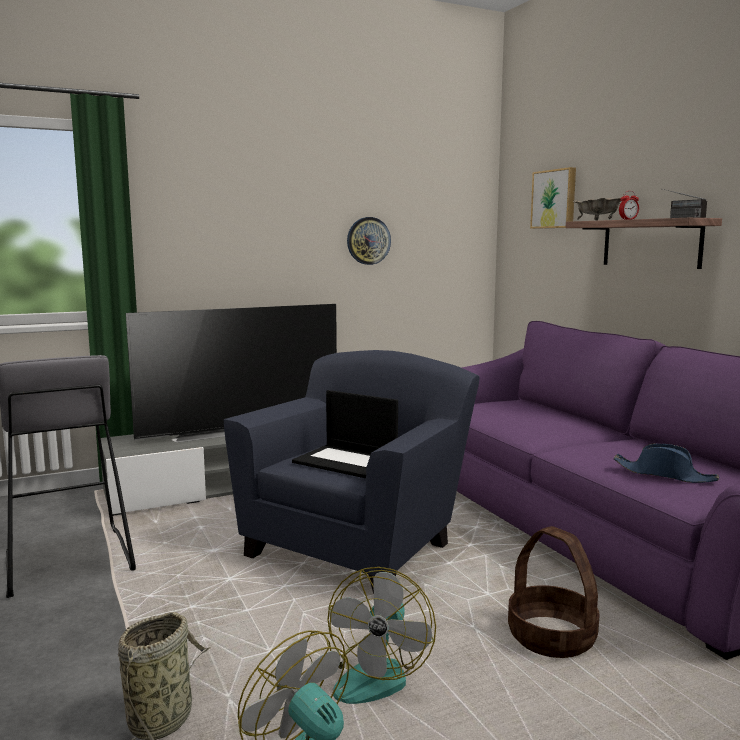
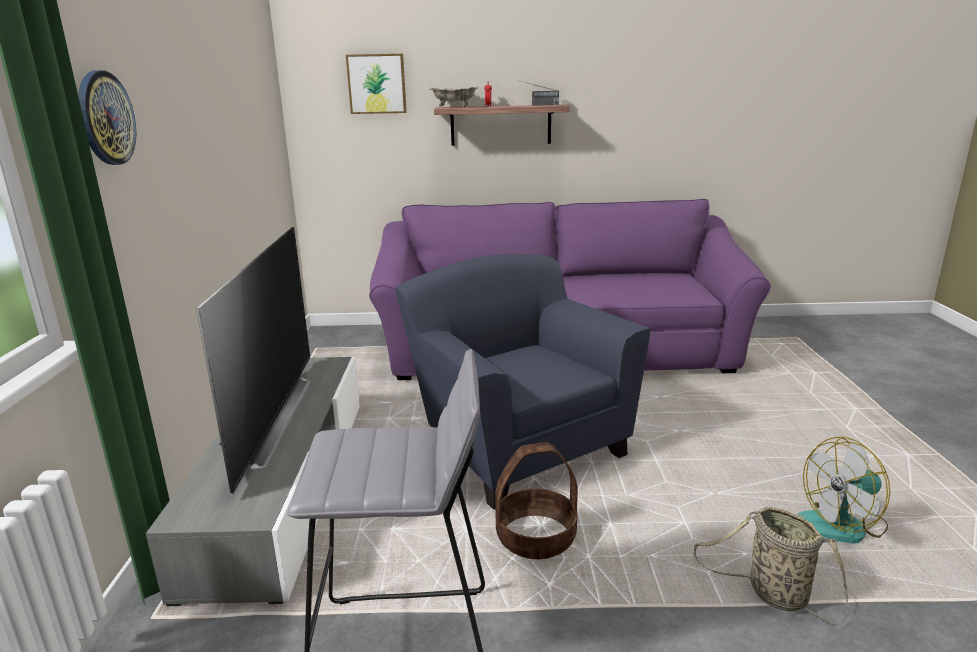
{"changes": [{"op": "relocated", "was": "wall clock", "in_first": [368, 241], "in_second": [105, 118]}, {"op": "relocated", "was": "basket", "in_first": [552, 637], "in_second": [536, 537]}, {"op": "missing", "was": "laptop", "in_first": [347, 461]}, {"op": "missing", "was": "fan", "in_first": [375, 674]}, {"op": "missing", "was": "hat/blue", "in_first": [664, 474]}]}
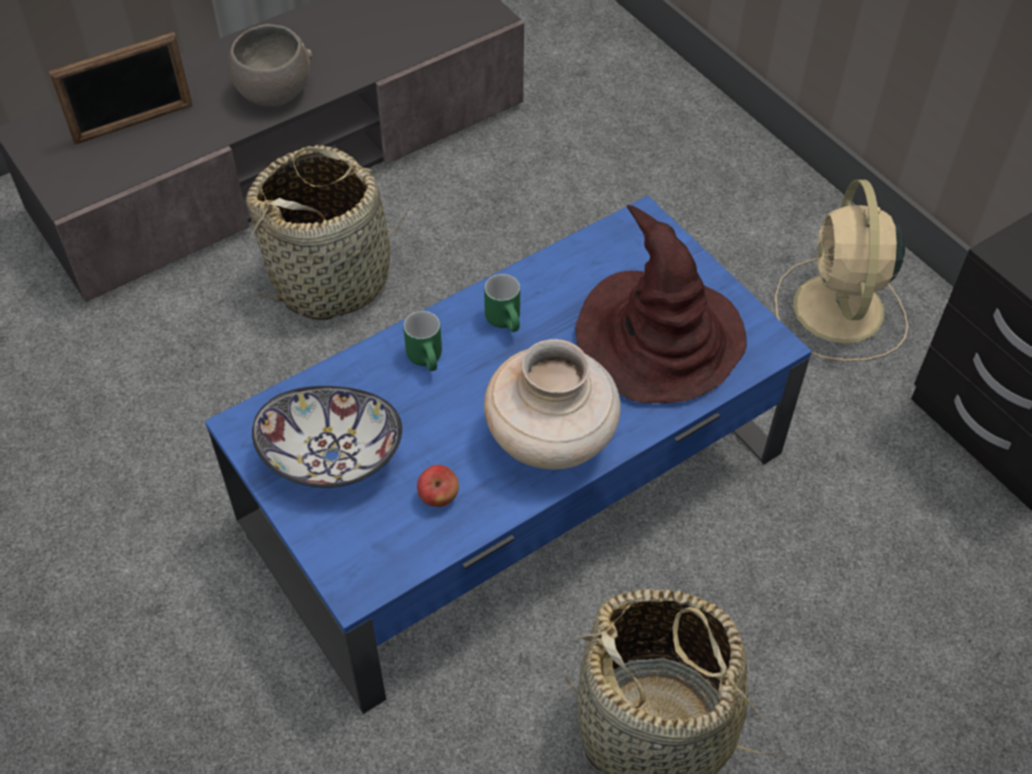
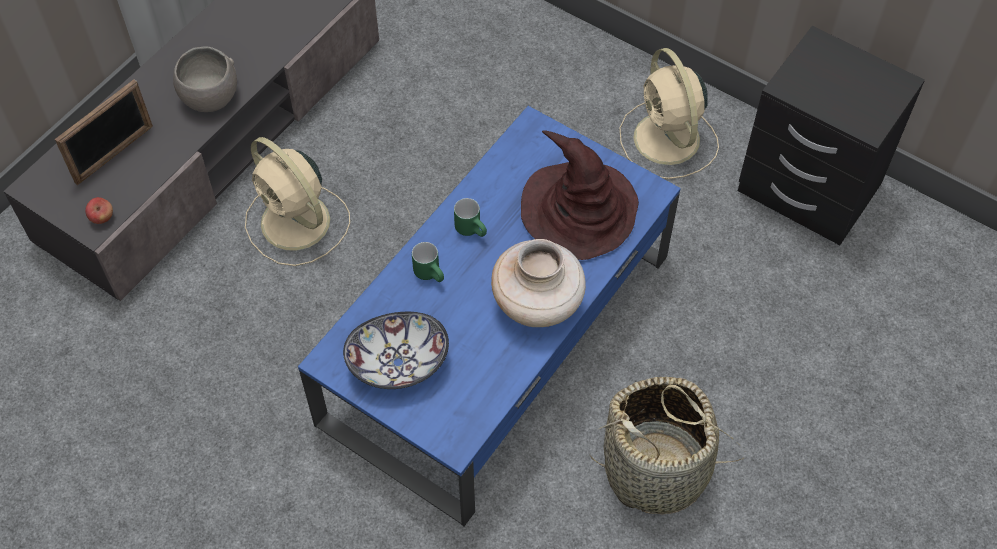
{"changes": [{"op": "relocated", "was": "apple", "in_first": [438, 497], "in_second": [102, 218]}, {"op": "exchanged", "was": "basket", "now": "fan/beige", "in_first": [332, 277], "in_second": [297, 224]}]}
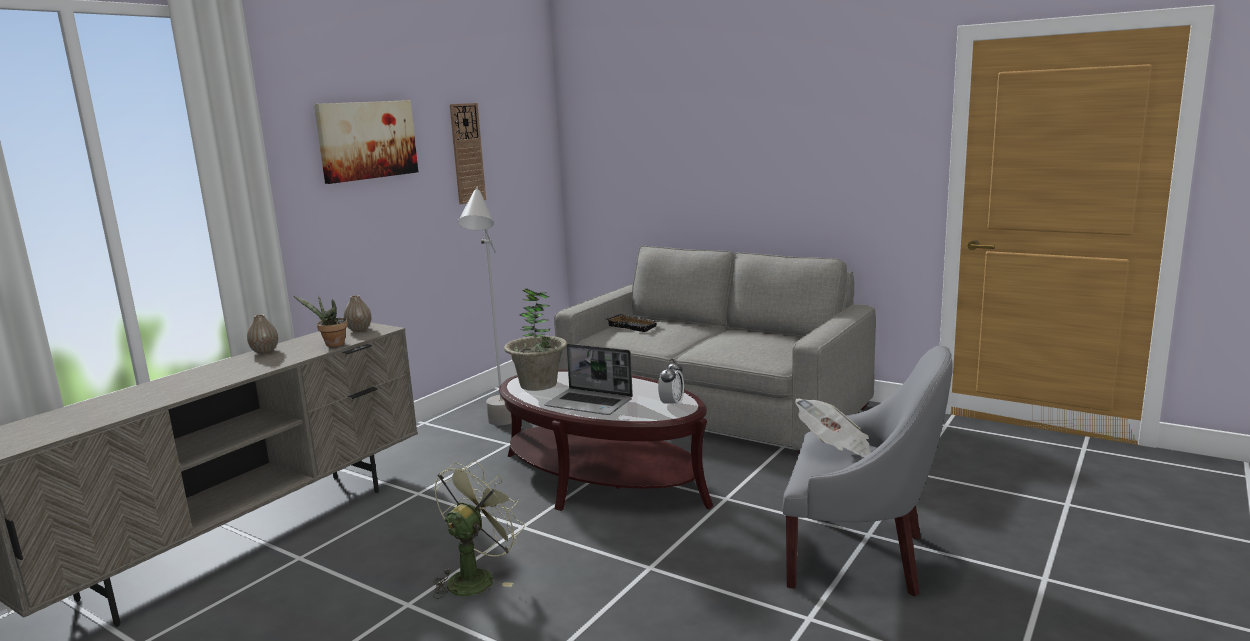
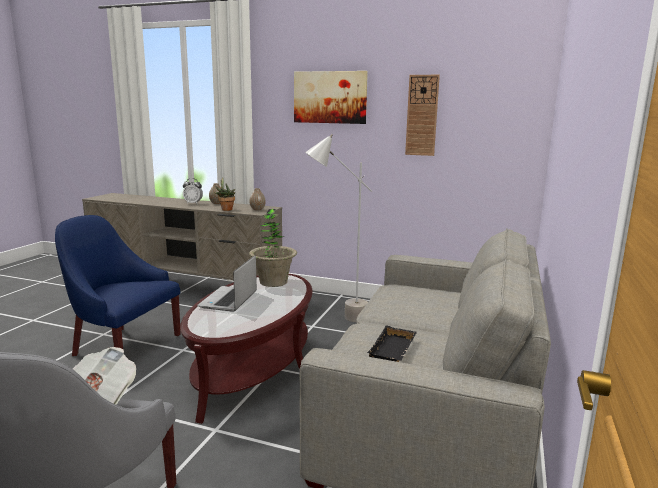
{"changes": [{"op": "exchanged", "was": "fan/green", "now": "armchair/blue", "in_first": [476, 577], "in_second": [123, 346]}, {"op": "relocated", "was": "alarm clock", "in_first": [671, 404], "in_second": [193, 203]}, {"op": "relocated", "was": "tray/black", "in_first": [634, 326], "in_second": [394, 350]}]}
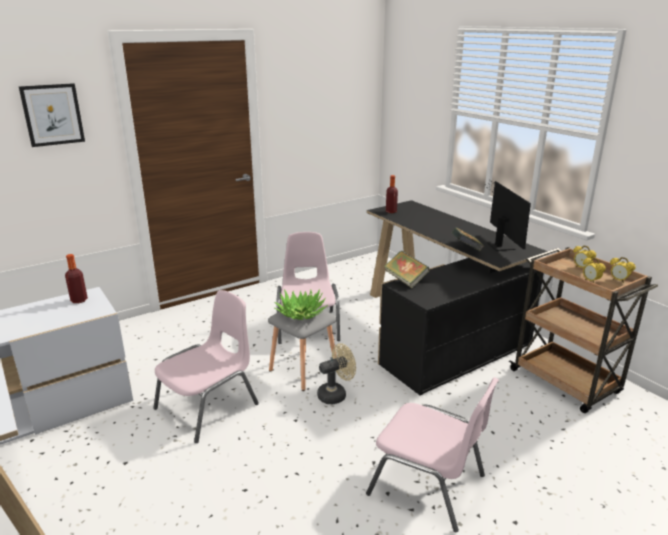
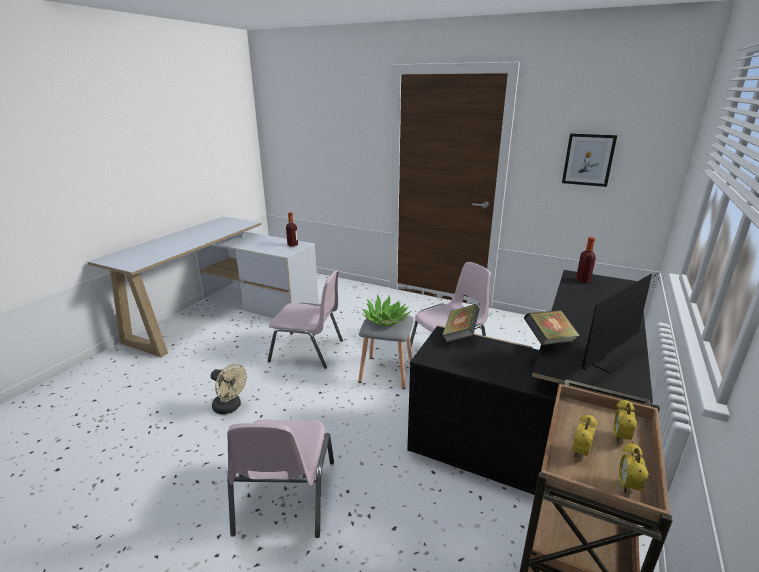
{"changes": [{"op": "relocated", "was": "fan/beige", "in_first": [336, 394], "in_second": [230, 407]}, {"op": "relocated", "was": "picture", "in_first": [52, 114], "in_second": [588, 159]}]}
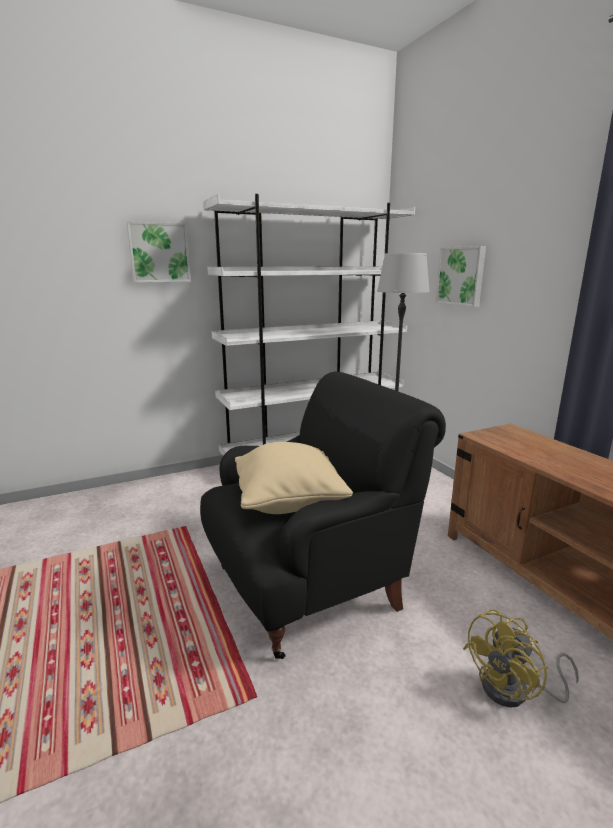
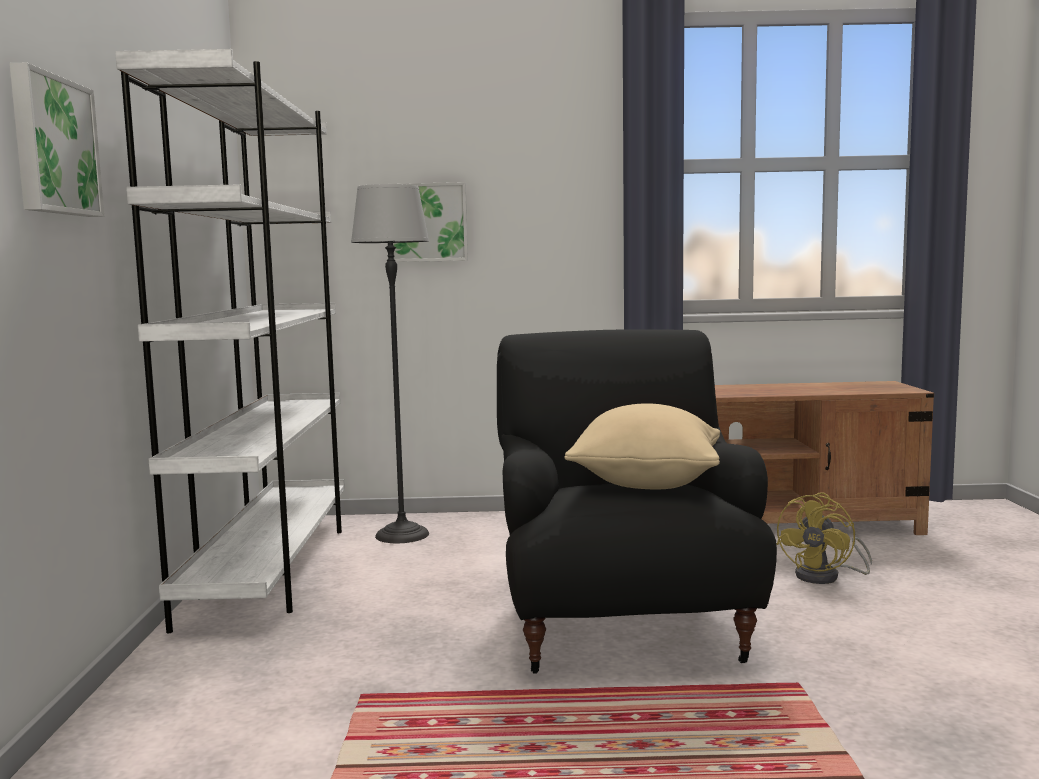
{"changes": [{"op": "spun", "was": "fan/yellow", "in_first": [514, 691], "in_second": [826, 577], "clockwise": 45}]}
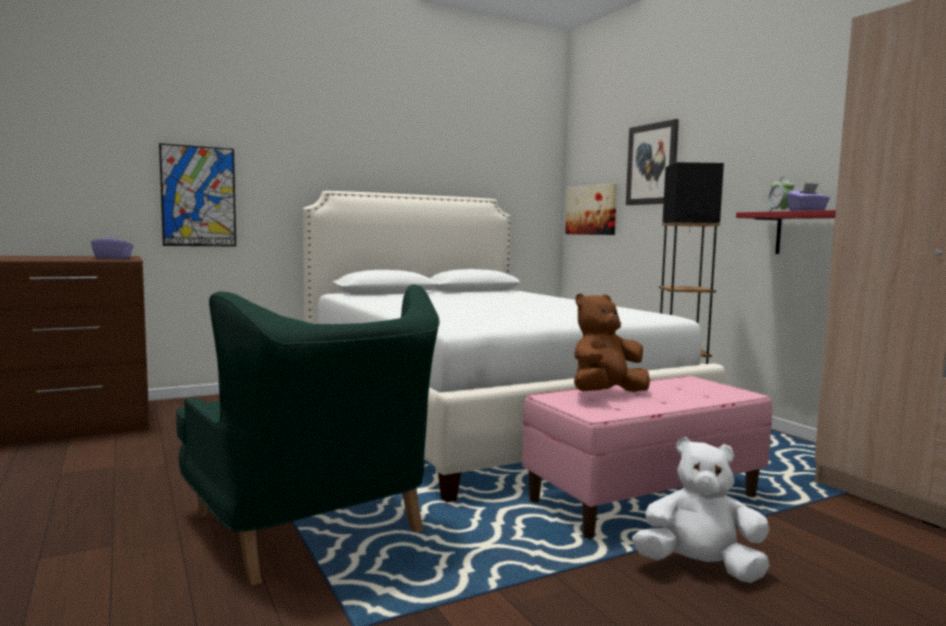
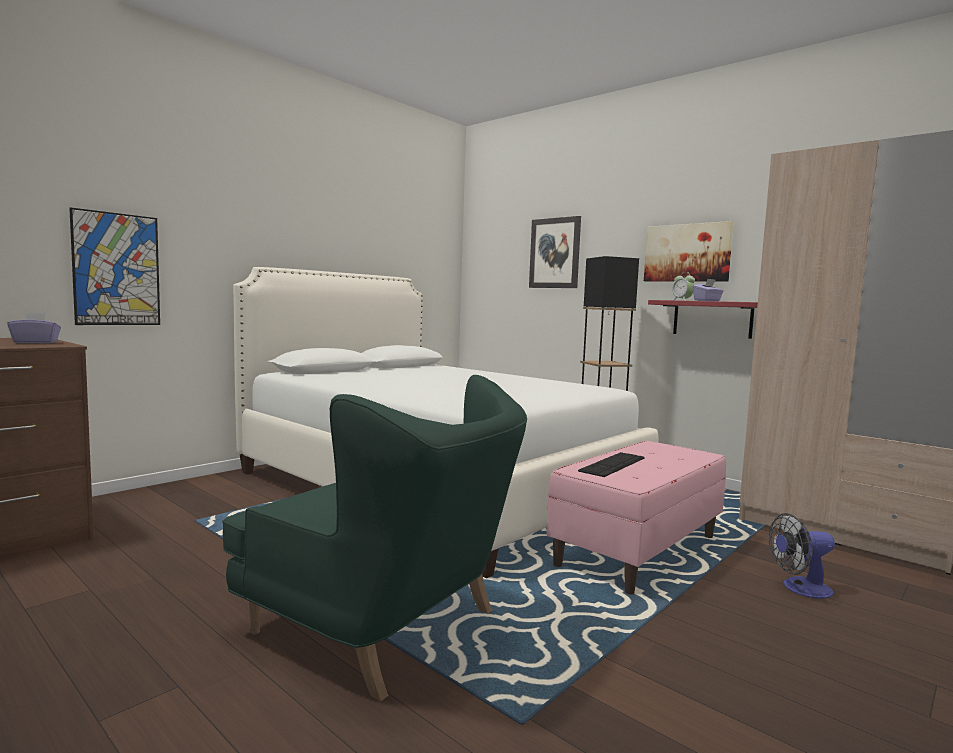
{"changes": [{"op": "exchanged", "was": "plush toy/brown", "now": "keyboard", "in_first": [605, 394], "in_second": [612, 464]}, {"op": "relocated", "was": "picture", "in_first": [591, 210], "in_second": [687, 253]}, {"op": "appeared", "now": "fan", "in_second": [800, 588]}, {"op": "missing", "was": "plush toy/white", "in_first": [699, 568]}]}
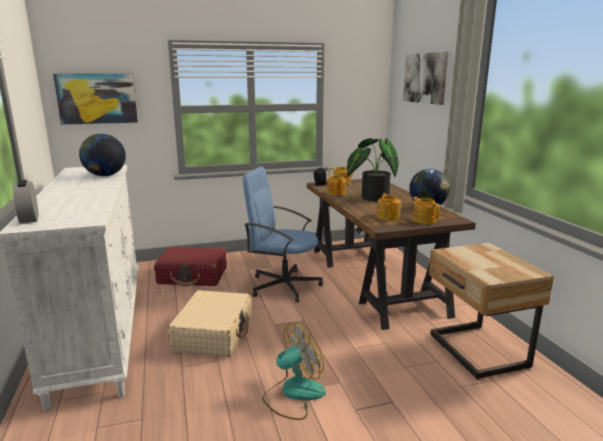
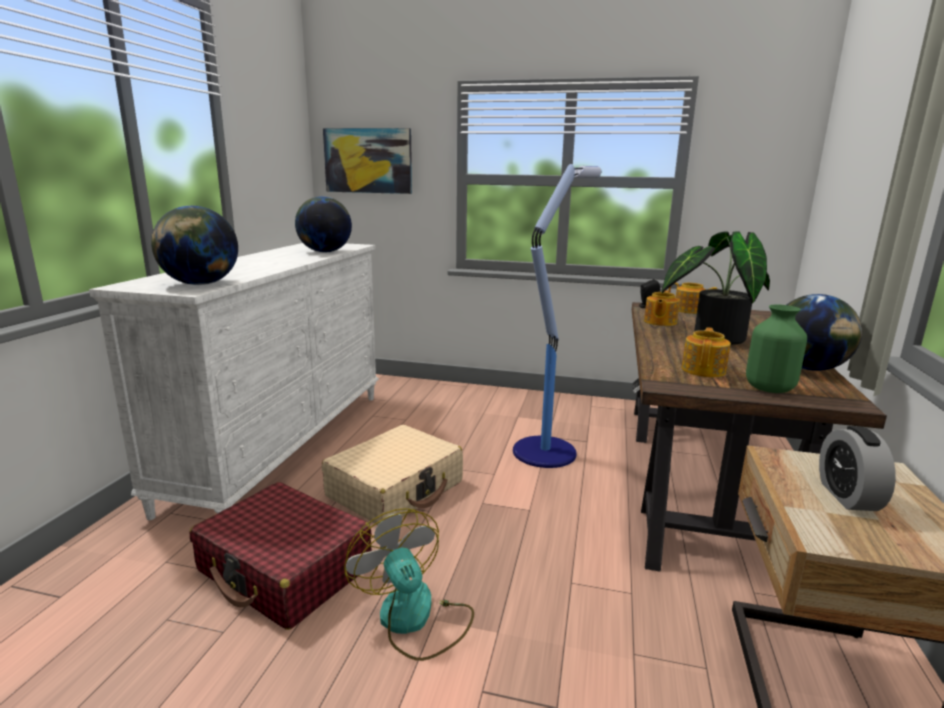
{"changes": [{"op": "appeared", "now": "globe", "in_second": [200, 284]}, {"op": "relocated", "was": "suitcase/red", "in_first": [193, 275], "in_second": [285, 569]}, {"op": "spun", "was": "fan", "in_first": [293, 394], "in_second": [414, 619], "clockwise": -120}, {"op": "exchanged", "was": "office chair/blue", "now": "floor lamp", "in_first": [283, 285], "in_second": [546, 451]}, {"op": "exchanged", "was": "teapot", "now": "vase/green", "in_first": [424, 220], "in_second": [770, 389]}, {"op": "relocated", "was": "alarm clock", "in_first": [29, 218], "in_second": [848, 496]}, {"op": "missing", "was": "picture", "in_first": [425, 78]}]}
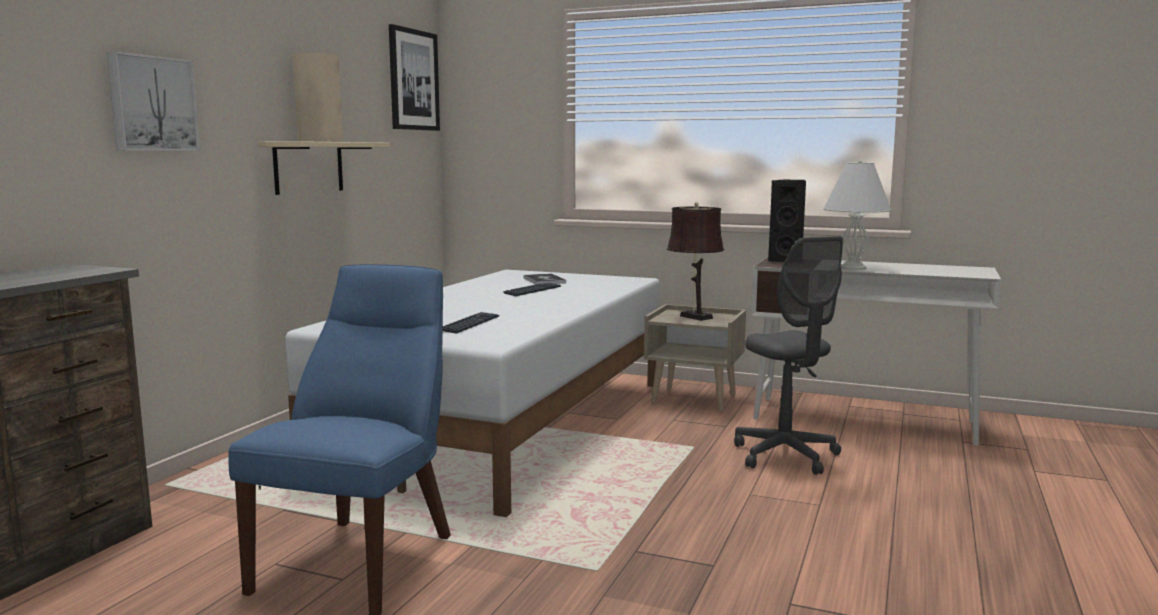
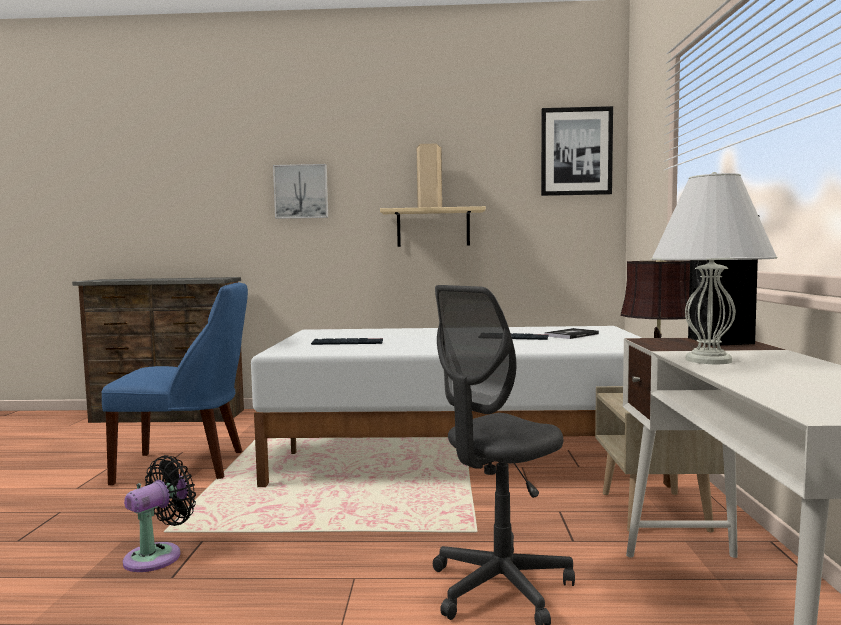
{"changes": [{"op": "appeared", "now": "fan/black", "in_second": [158, 555]}]}
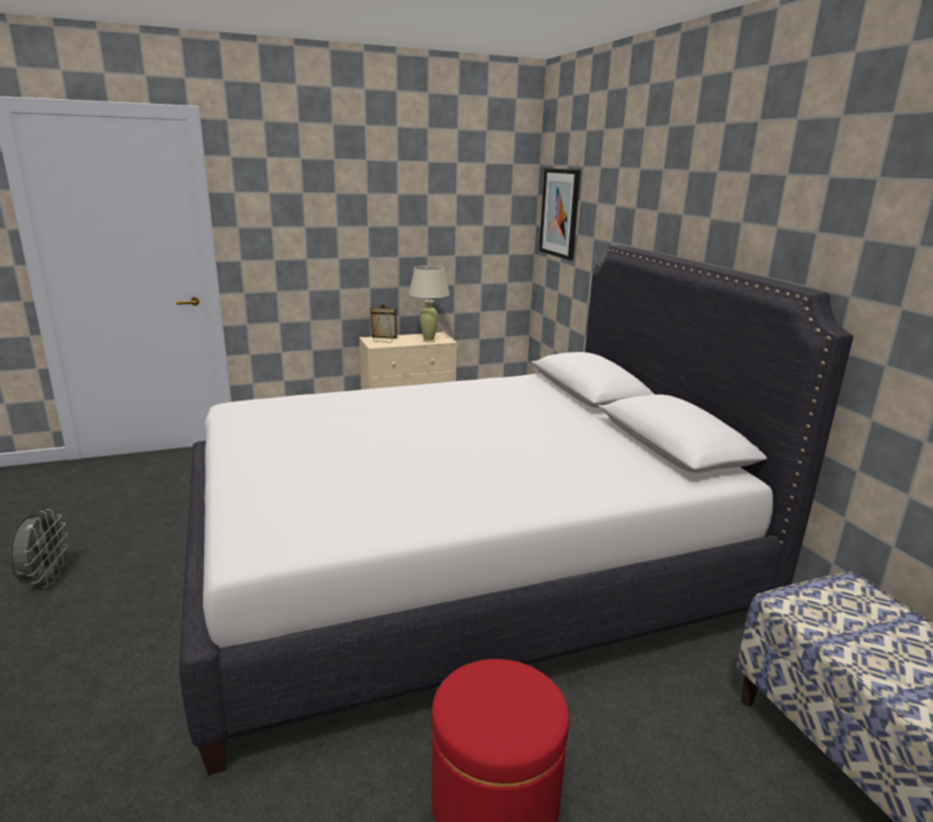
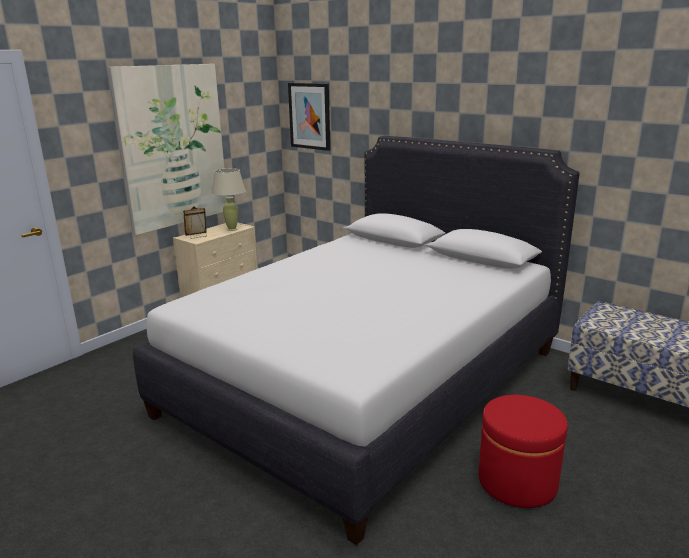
{"changes": [{"op": "appeared", "now": "picture", "in_second": [173, 147]}, {"op": "missing", "was": "fan/grey", "in_first": [44, 580]}]}
